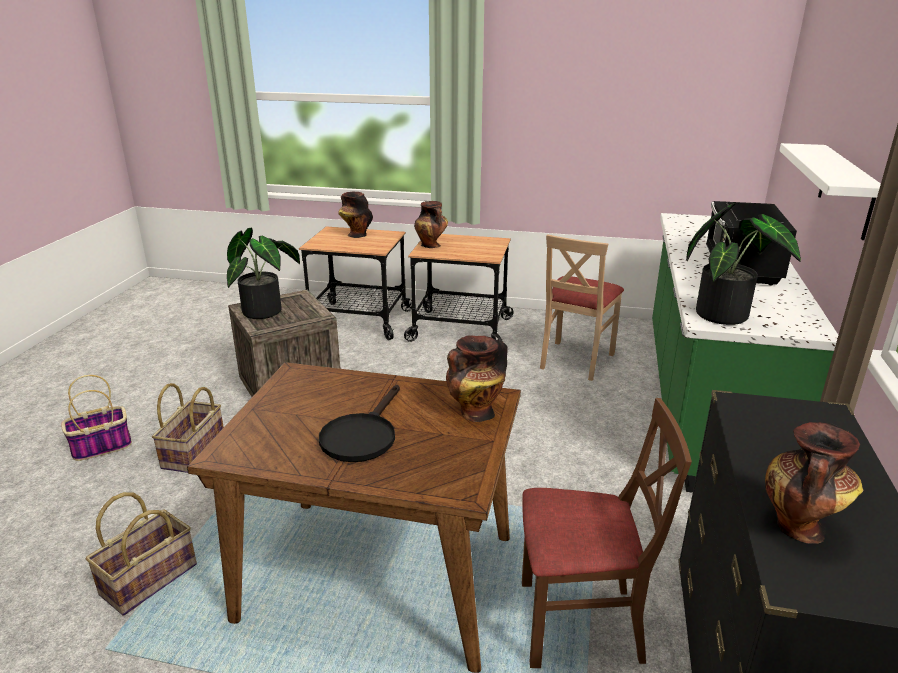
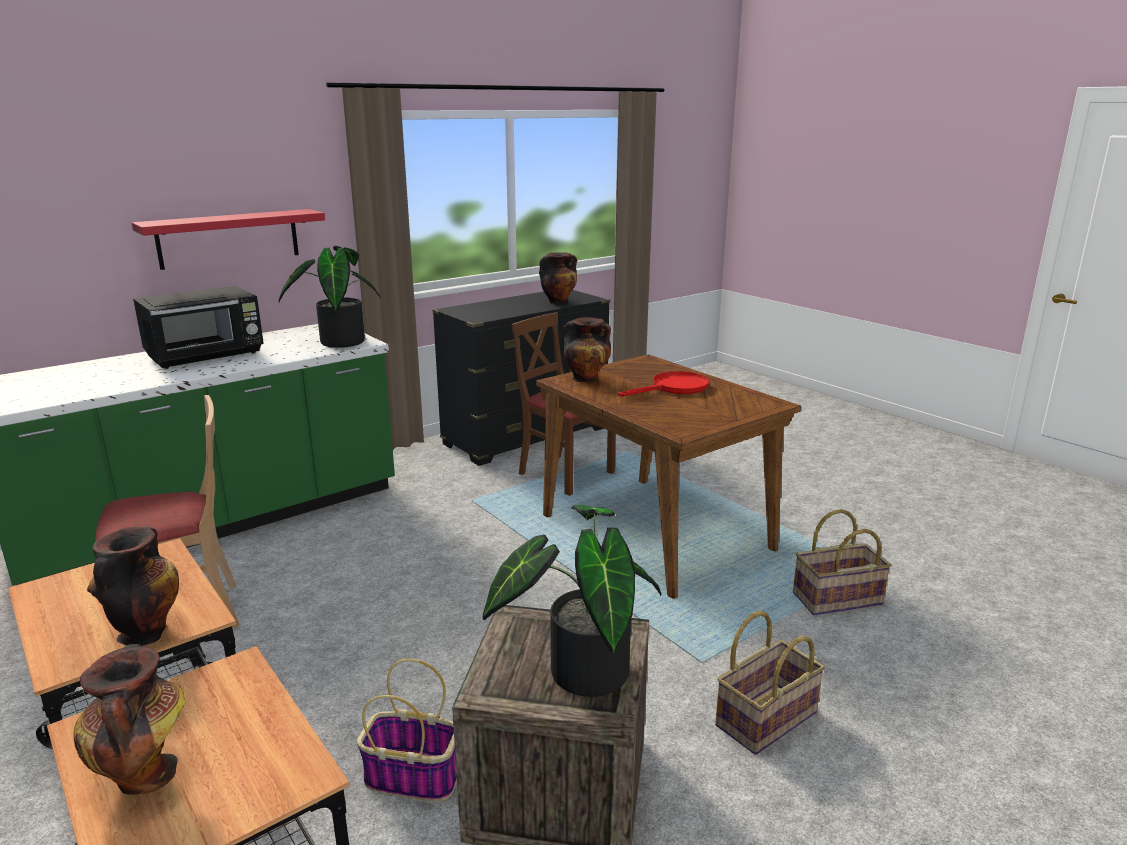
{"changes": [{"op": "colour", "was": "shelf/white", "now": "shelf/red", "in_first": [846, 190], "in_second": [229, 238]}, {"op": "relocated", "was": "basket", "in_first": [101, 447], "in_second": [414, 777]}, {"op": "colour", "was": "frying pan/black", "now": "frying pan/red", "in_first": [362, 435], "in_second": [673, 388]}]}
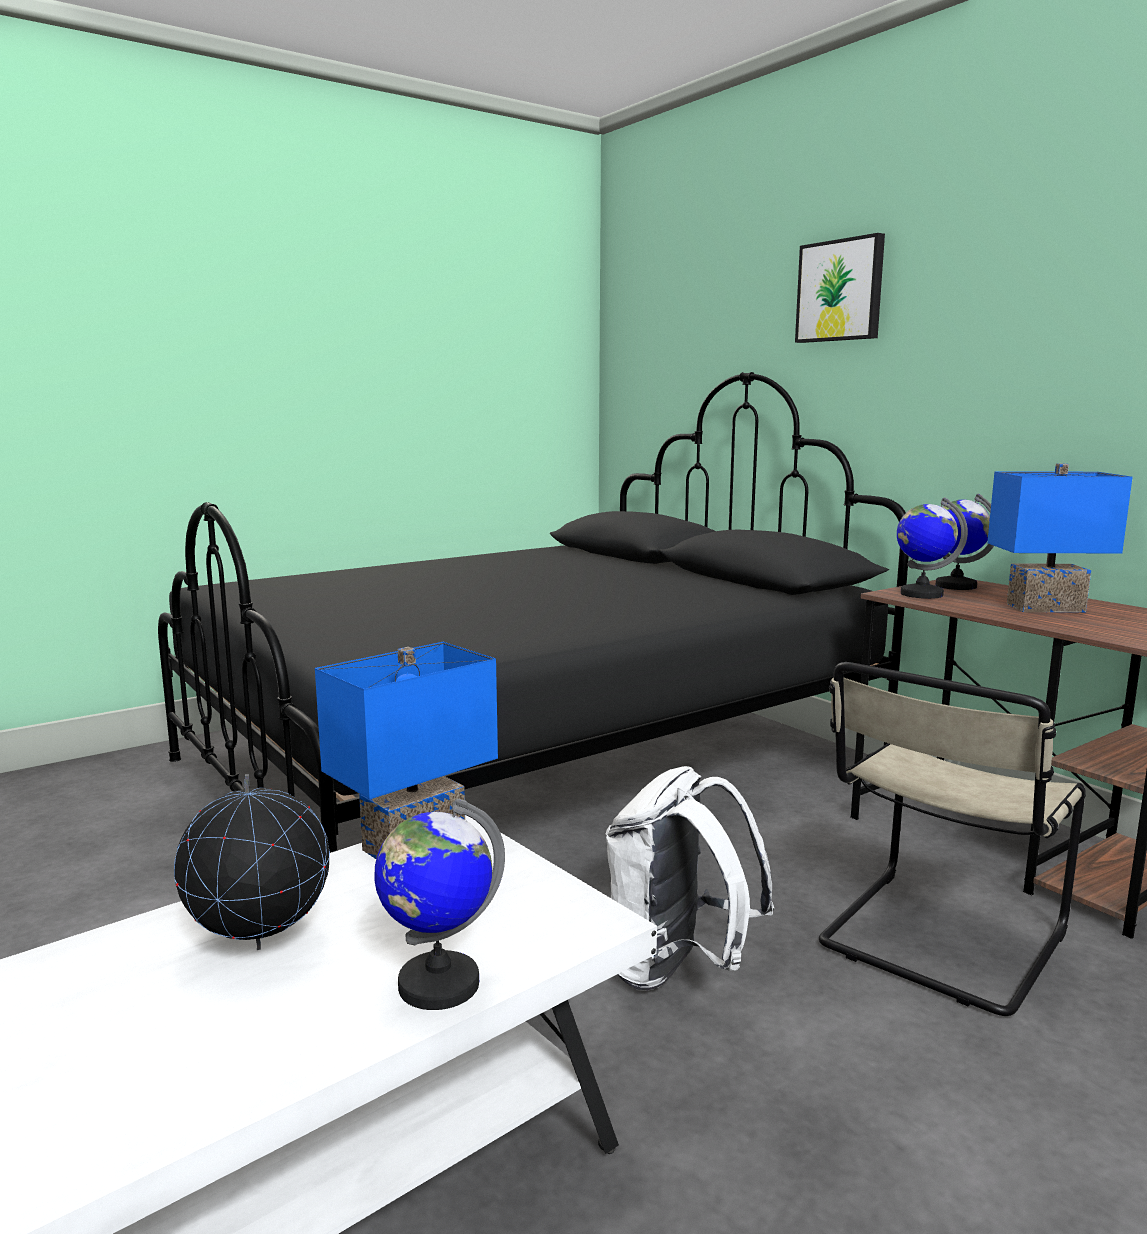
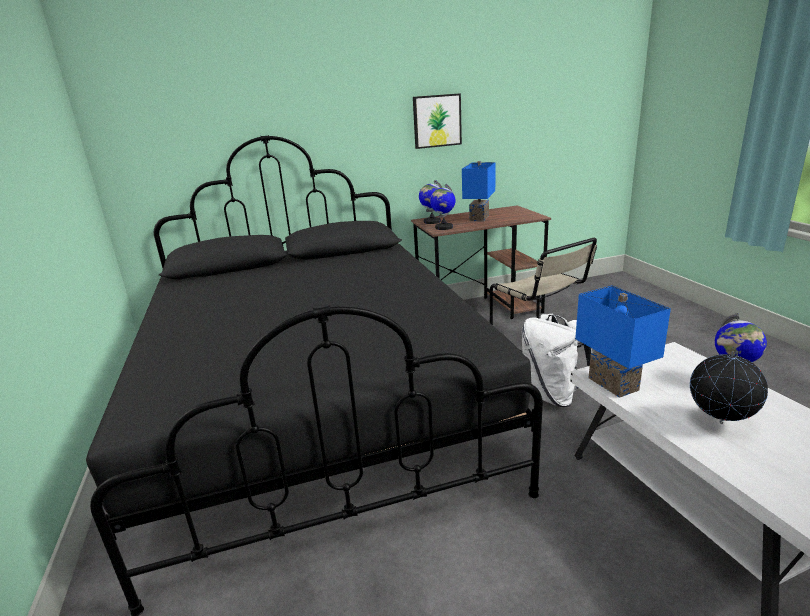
{"changes": [{"op": "relocated", "was": "picture", "in_first": [841, 291], "in_second": [436, 121]}]}
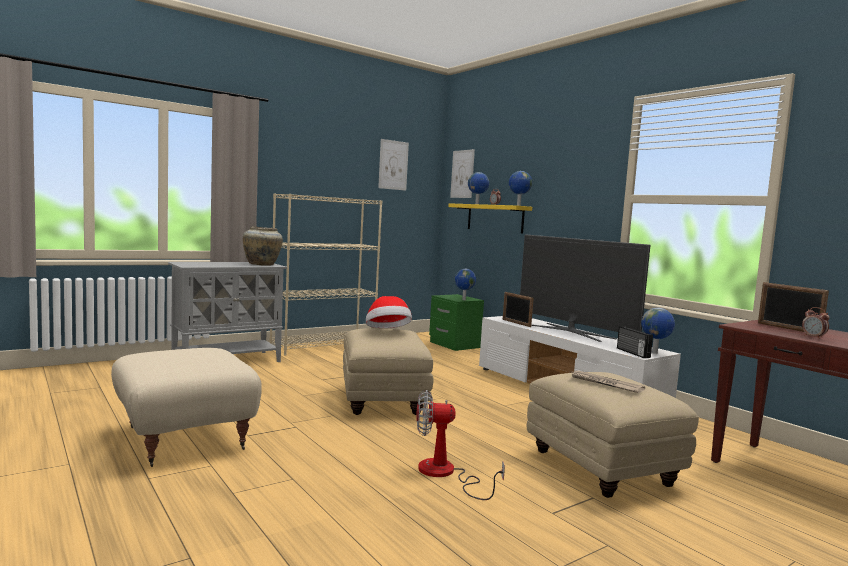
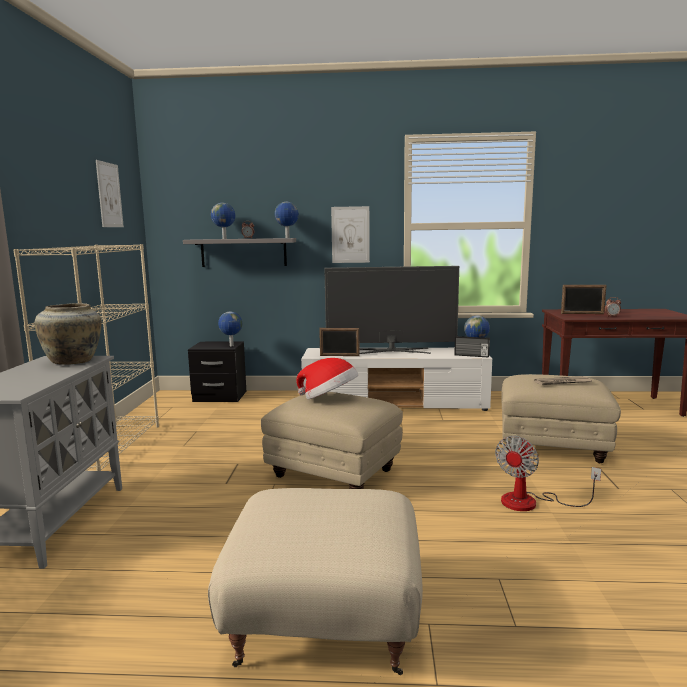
{"changes": [{"op": "colour", "was": "shelf/yellow", "now": "shelf/grey", "in_first": [495, 218], "in_second": [243, 252]}, {"op": "colour", "was": "nightstand/green", "now": "nightstand/black", "in_first": [453, 345], "in_second": [219, 397]}, {"op": "relocated", "was": "picture", "in_first": [462, 174], "in_second": [350, 234]}]}
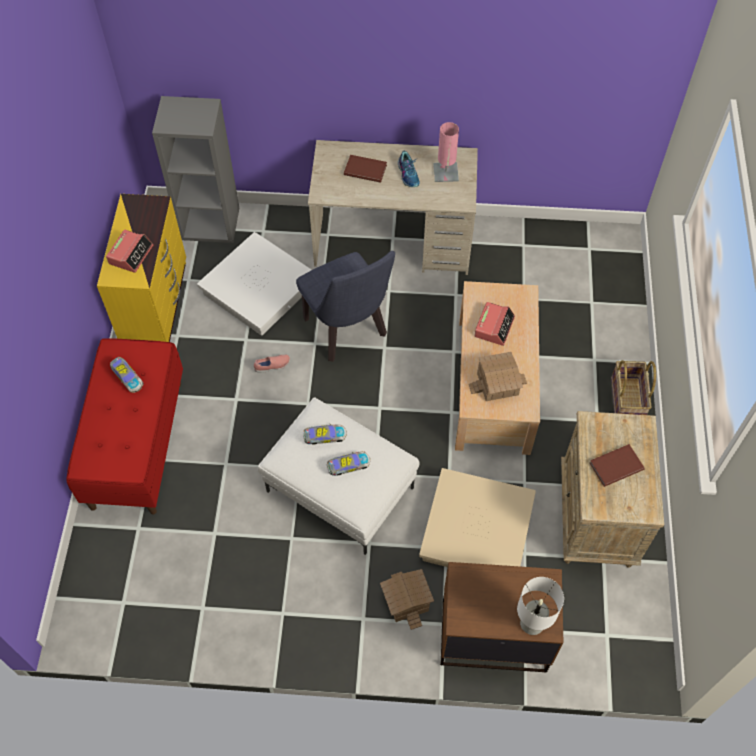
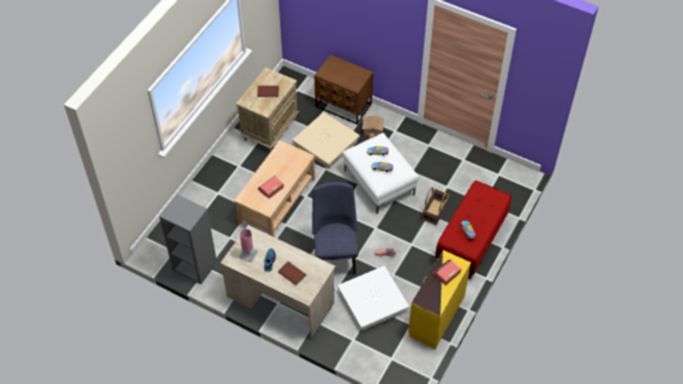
{"changes": [{"op": "relocated", "was": "bookcase/grey", "in_first": [210, 223], "in_second": [194, 266]}, {"op": "relocated", "was": "basket", "in_first": [627, 400], "in_second": [434, 211]}, {"op": "missing", "was": "toy house", "in_first": [497, 383]}, {"op": "missing", "was": "table lamp/white", "in_first": [532, 624]}]}
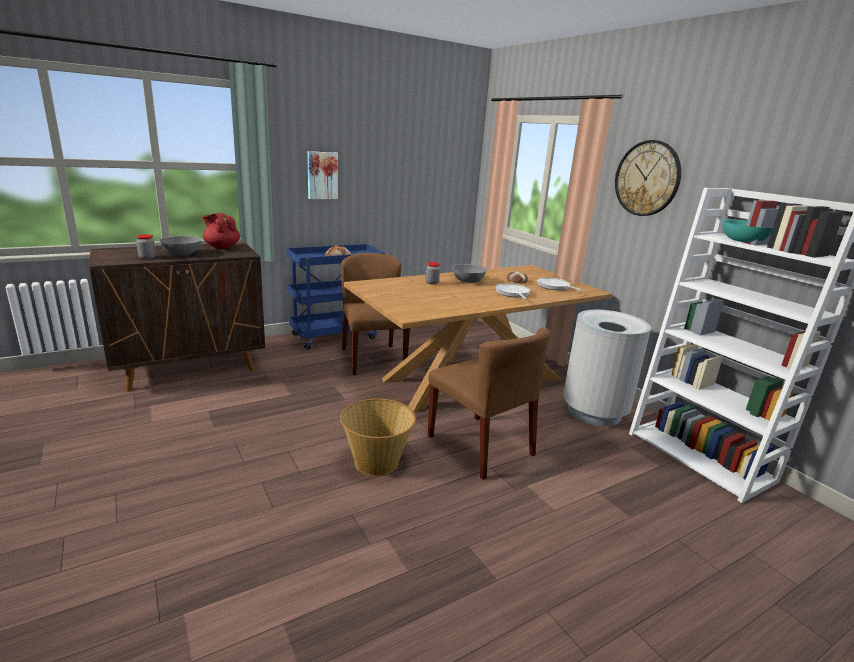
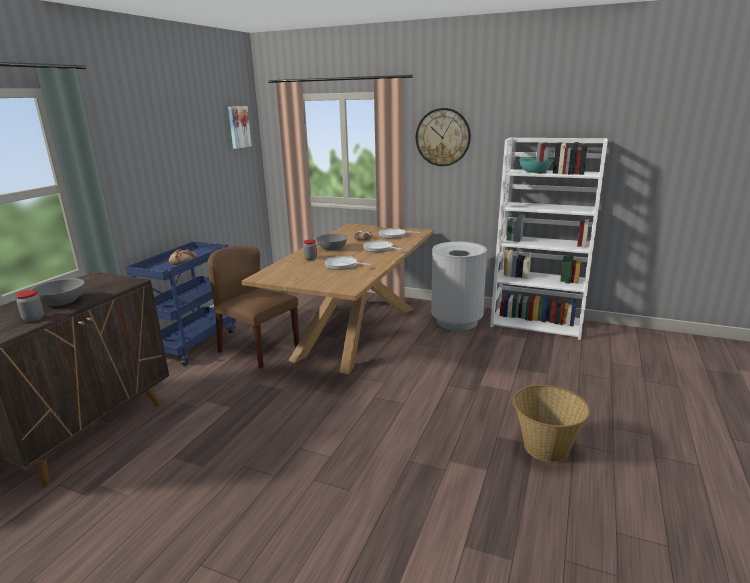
{"changes": [{"op": "relocated", "was": "picture", "in_first": [322, 175], "in_second": [238, 127]}, {"op": "appeared", "now": "frying pan", "in_second": [343, 265]}, {"op": "relocated", "was": "basket", "in_first": [376, 461], "in_second": [545, 447]}, {"op": "missing", "was": "teapot/red", "in_first": [222, 247]}, {"op": "missing", "was": "chair/brown", "in_first": [481, 446]}]}
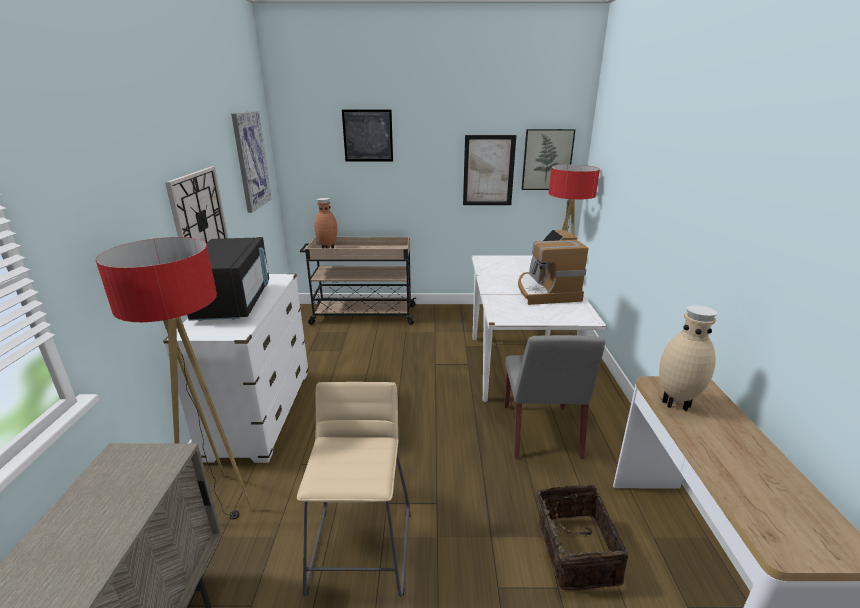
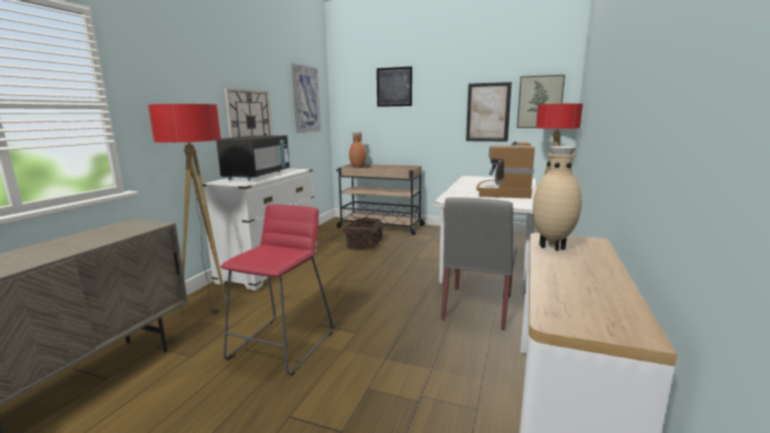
{"changes": [{"op": "colour", "was": "stool/beige", "now": "stool/red", "in_first": [361, 549], "in_second": [281, 344]}, {"op": "relocated", "was": "basket", "in_first": [574, 552], "in_second": [363, 244]}]}
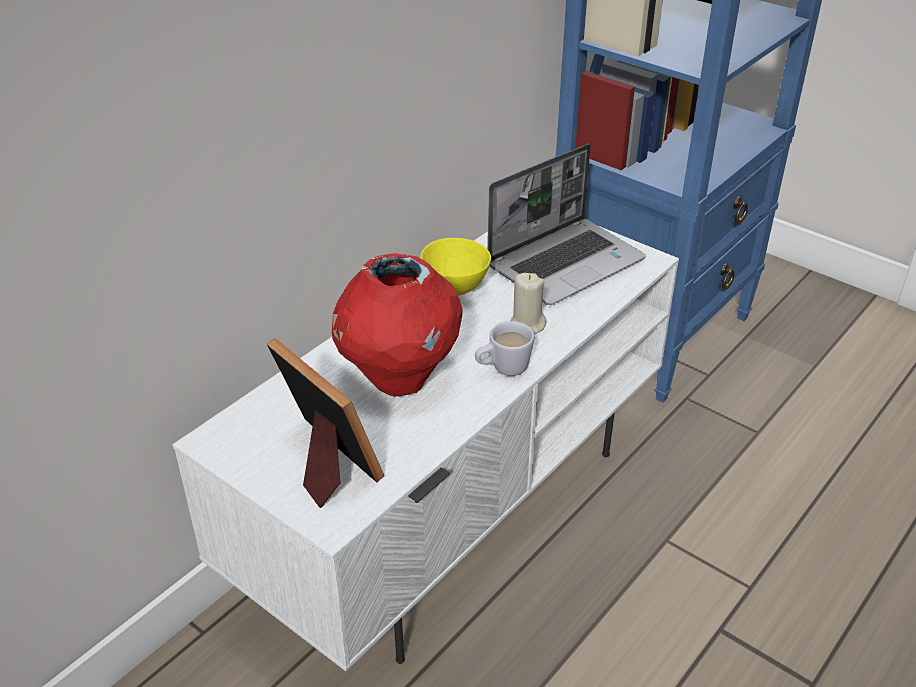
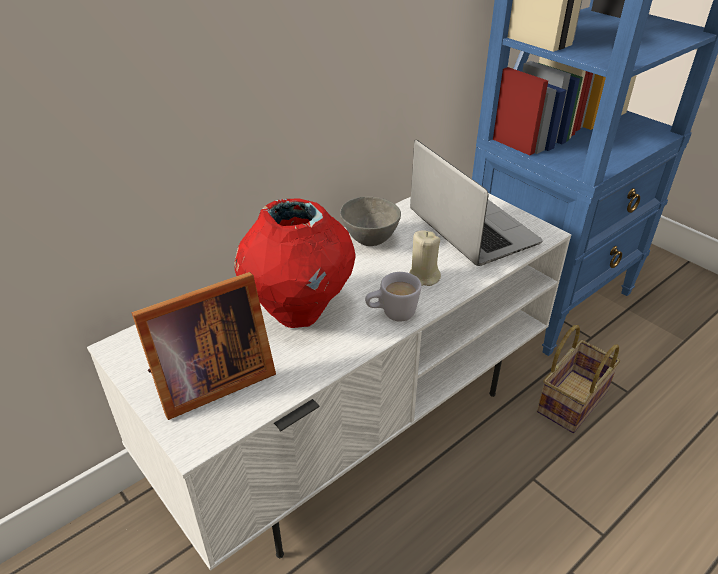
{"changes": [{"op": "spun", "was": "picture frame", "in_first": [325, 463], "in_second": [208, 381], "clockwise": 90}, {"op": "colour", "was": "bowl/yellow", "now": "bowl/grey", "in_first": [455, 288], "in_second": [369, 240]}, {"op": "spun", "was": "laptop", "in_first": [566, 262], "in_second": [470, 228], "clockwise": -90}, {"op": "appeared", "now": "basket", "in_second": [572, 399]}]}
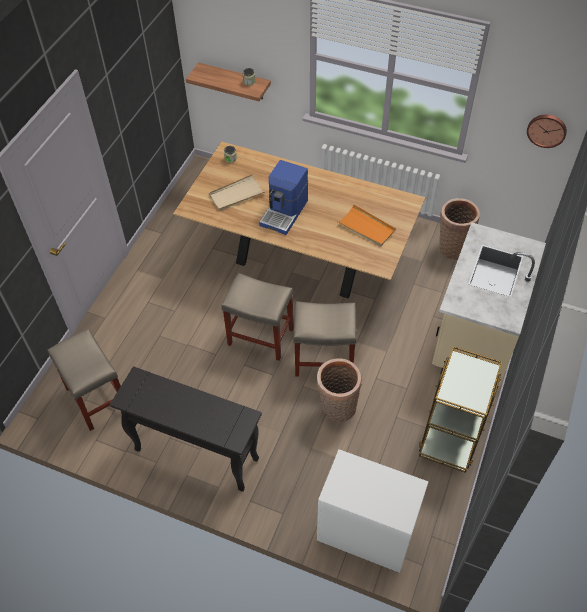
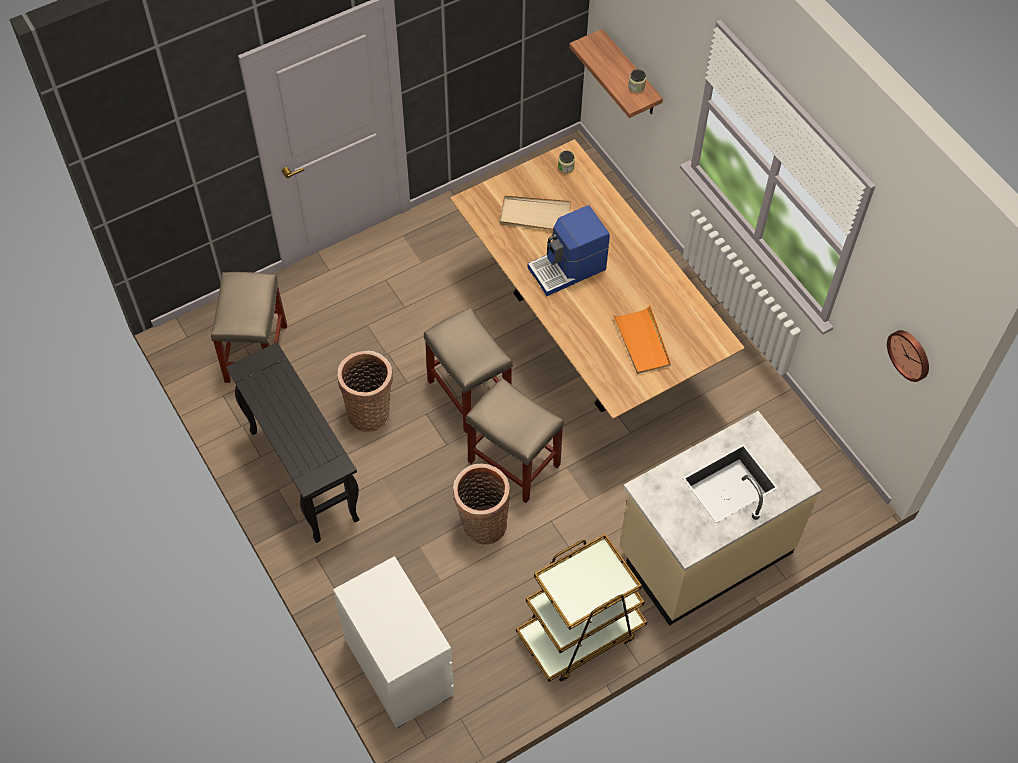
{"changes": [{"op": "relocated", "was": "basket", "in_first": [452, 247], "in_second": [370, 411]}]}
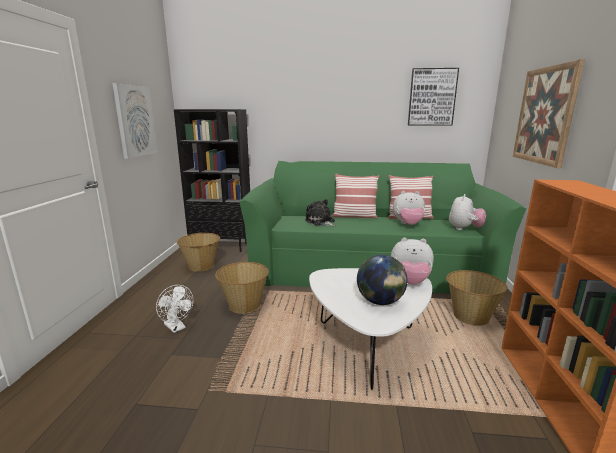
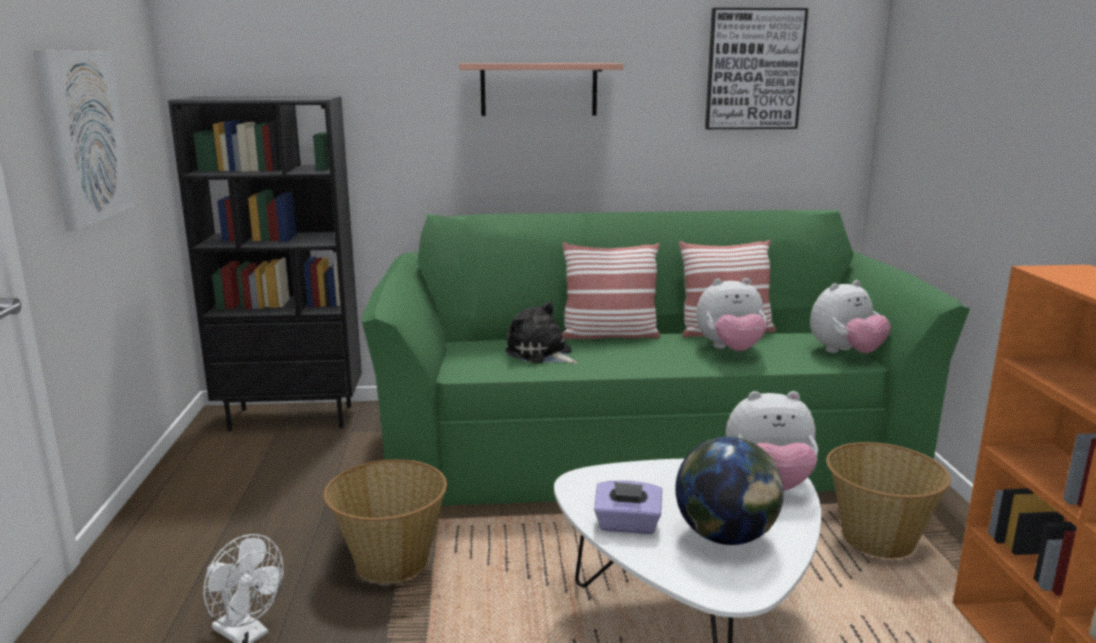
{"changes": [{"op": "appeared", "now": "shelf", "in_second": [539, 89]}, {"op": "appeared", "now": "tissue box/purple", "in_second": [627, 525]}, {"op": "spun", "was": "plush toy", "in_first": [464, 229], "in_second": [845, 353], "clockwise": 45}, {"op": "missing", "was": "basket", "in_first": [201, 266]}, {"op": "missing", "was": "picture", "in_first": [544, 115]}]}
